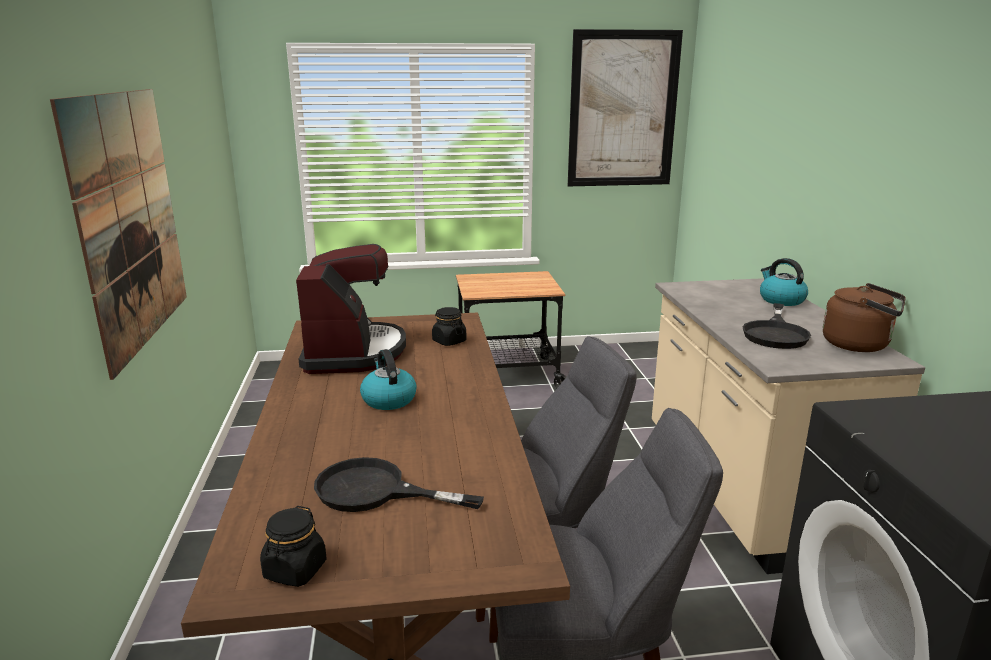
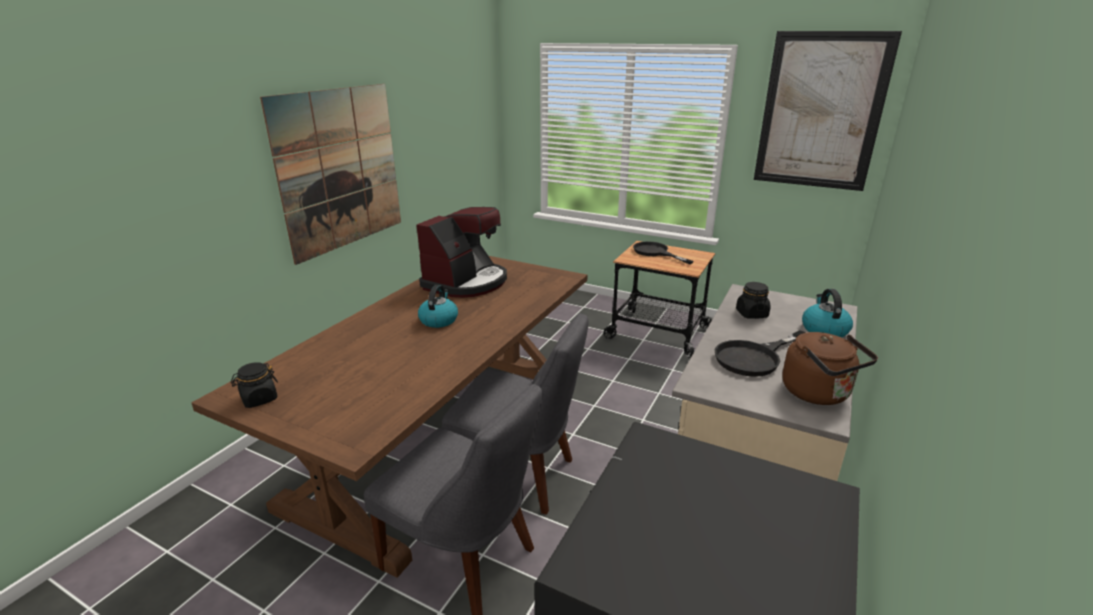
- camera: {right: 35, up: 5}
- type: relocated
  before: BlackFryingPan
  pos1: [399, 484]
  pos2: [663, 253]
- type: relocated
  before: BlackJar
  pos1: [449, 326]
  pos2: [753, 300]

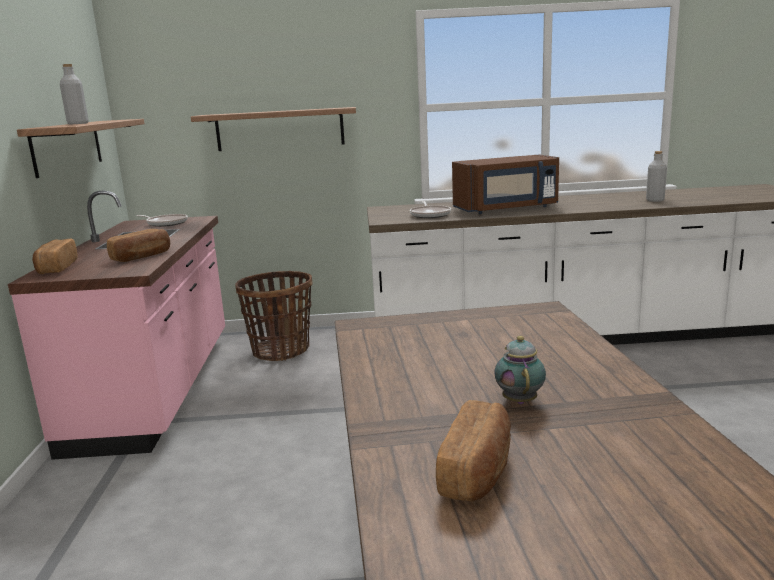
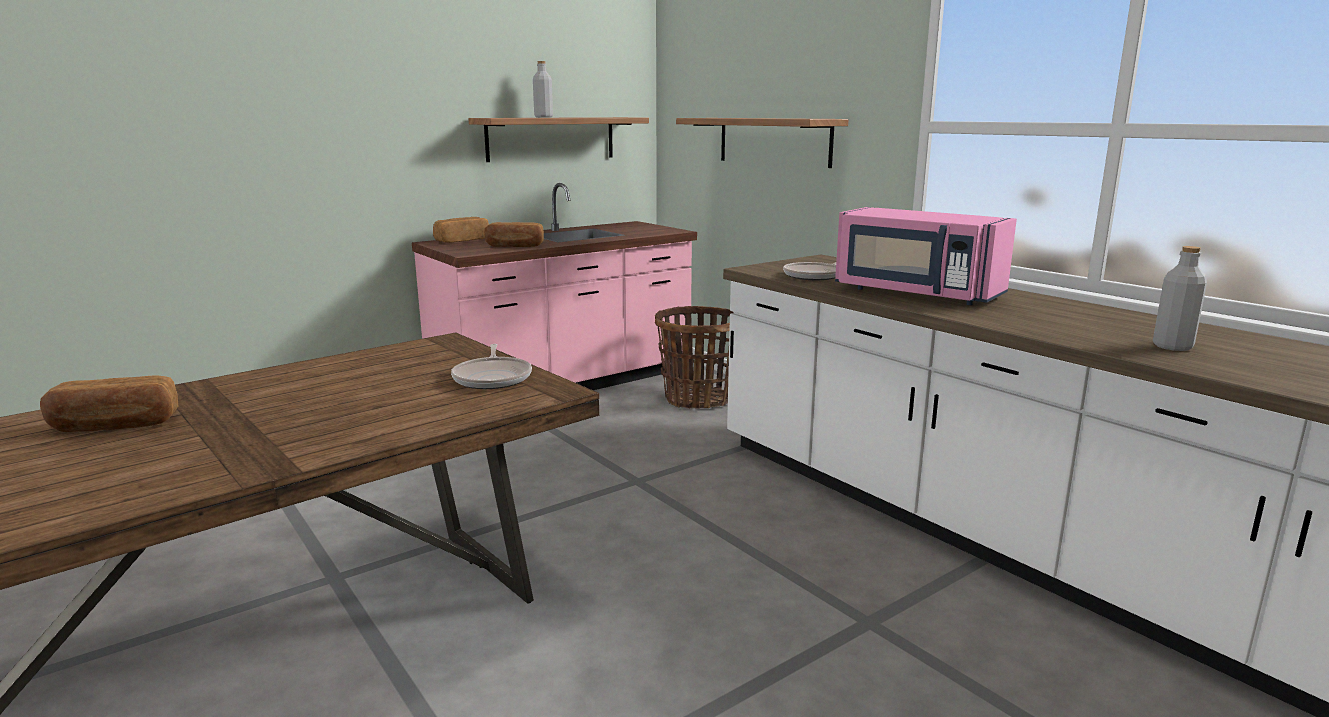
- camera: {right: 55, up: 0}
- type: relocated
  before: FryingPan
  pos1: [162, 220]
  pos2: [491, 366]
- type: colour
  before: BrownMicrowave
  after: PinkMicrowave
  pos1: [505, 184]
  pos2: [926, 256]
- type: missing
  before: Teapot
  pos1: [520, 370]

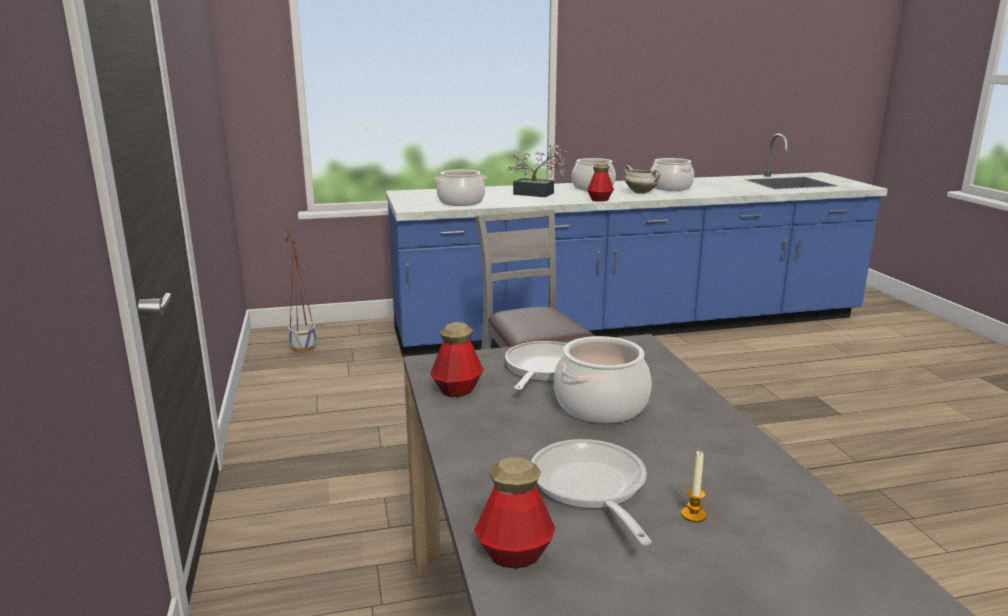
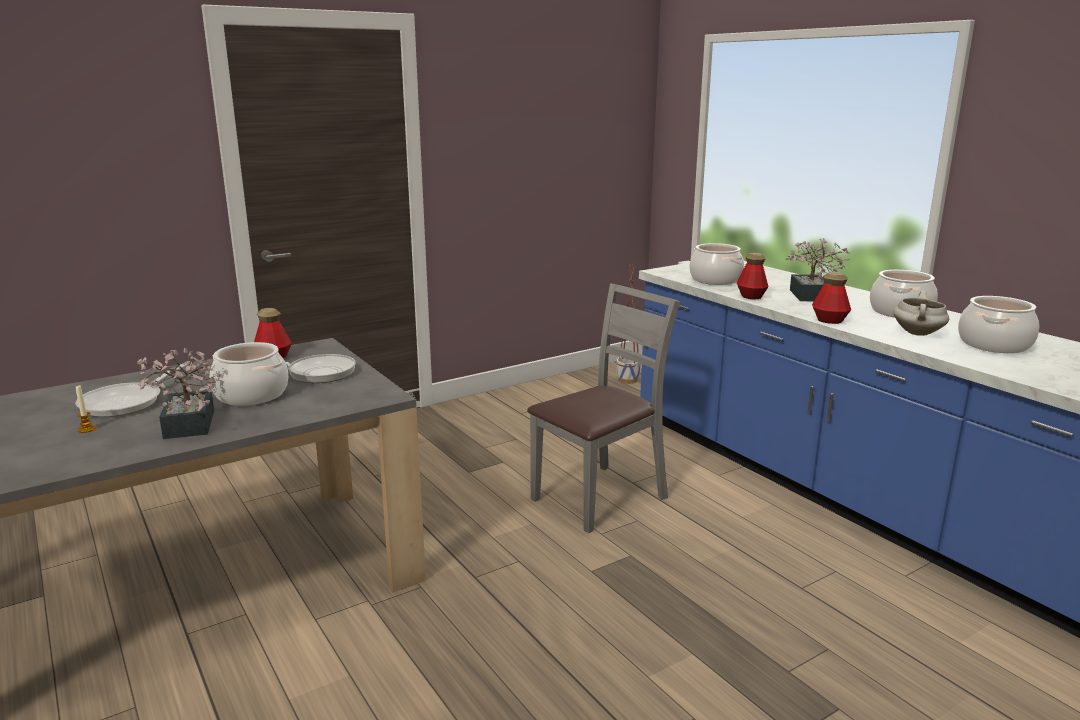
- camera: {right: 70, up: 0}
- type: spun
  before: FryingPan
  pos1: [591, 492]
  pos2: [133, 389]
  turn: 150
- type: appeared
  after: PottedPlant
  pos2: [179, 393]
- type: relocated
  before: Bottle
  pos1: [514, 512]
  pos2: [752, 276]

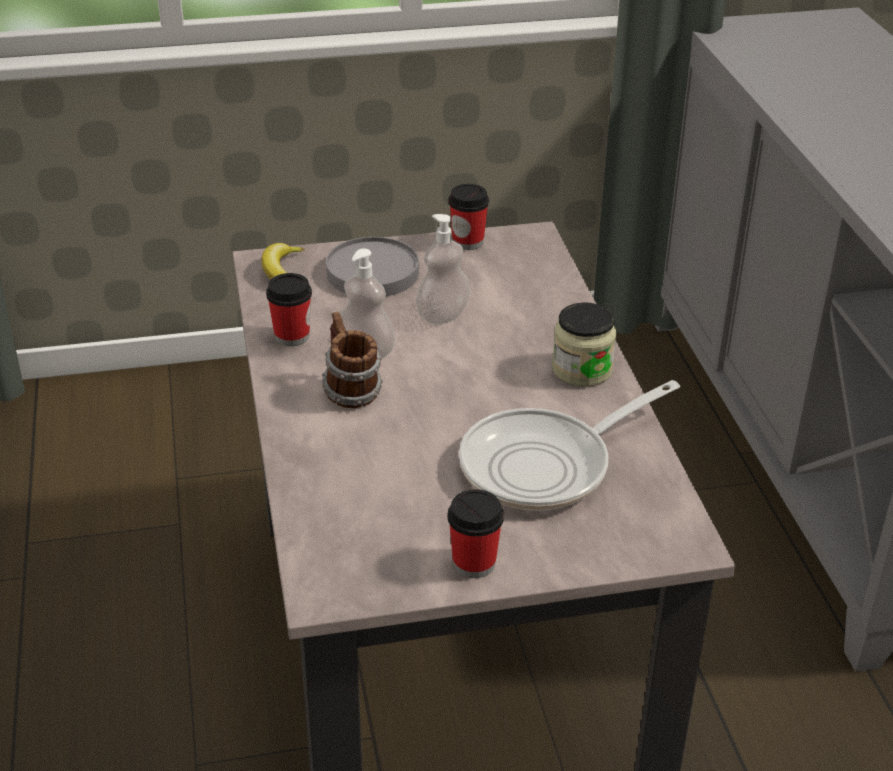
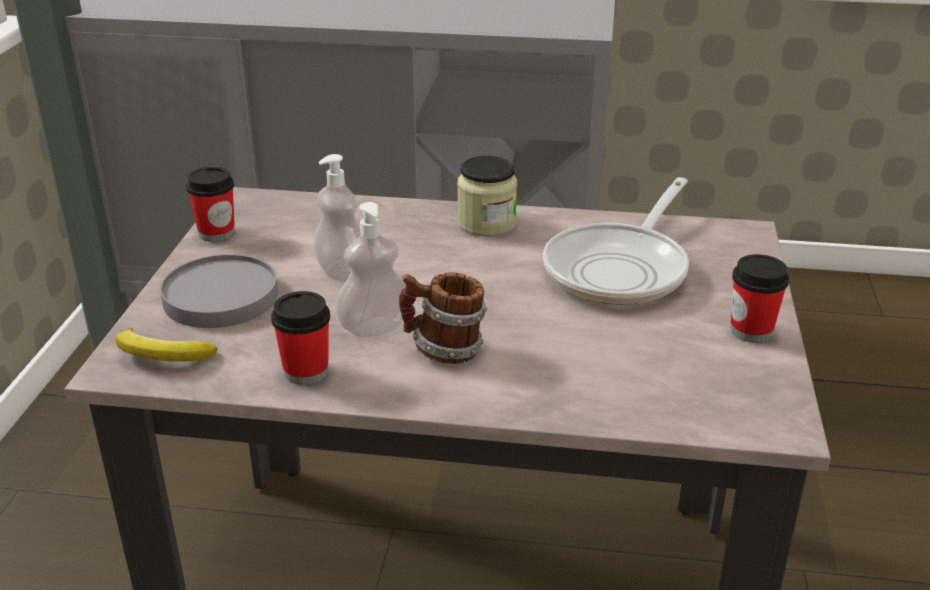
- camera: {right: -70, up: -5}
- type: spun
  before: FryingPan
  pos1: [569, 445]
  pos2: [616, 241]
  turn: 45

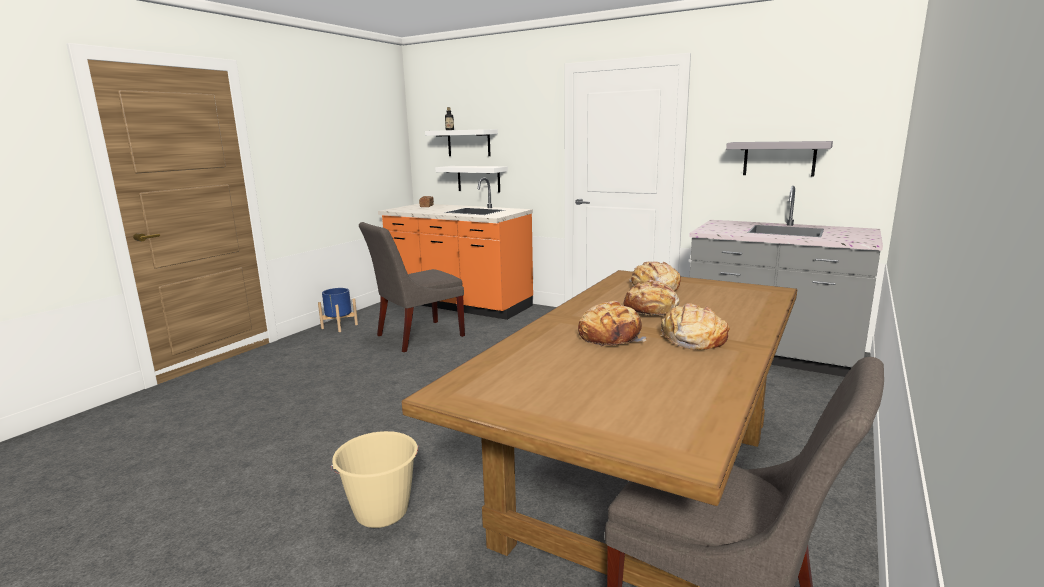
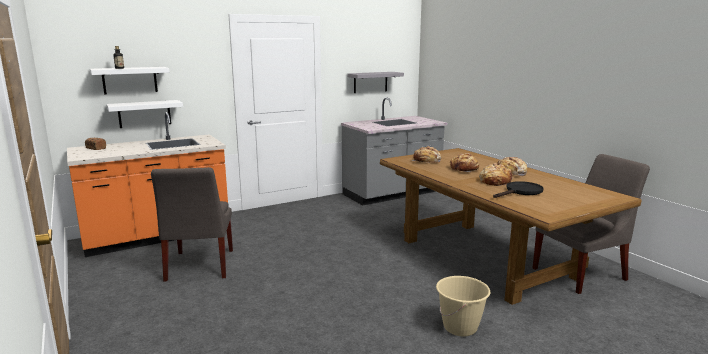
- camera: {right: -60, up: 0}
- type: appeared
  after: BlackFryingPan
  pos2: [518, 189]
- type: missing
  before: BluePlanter
  pos1: [338, 310]

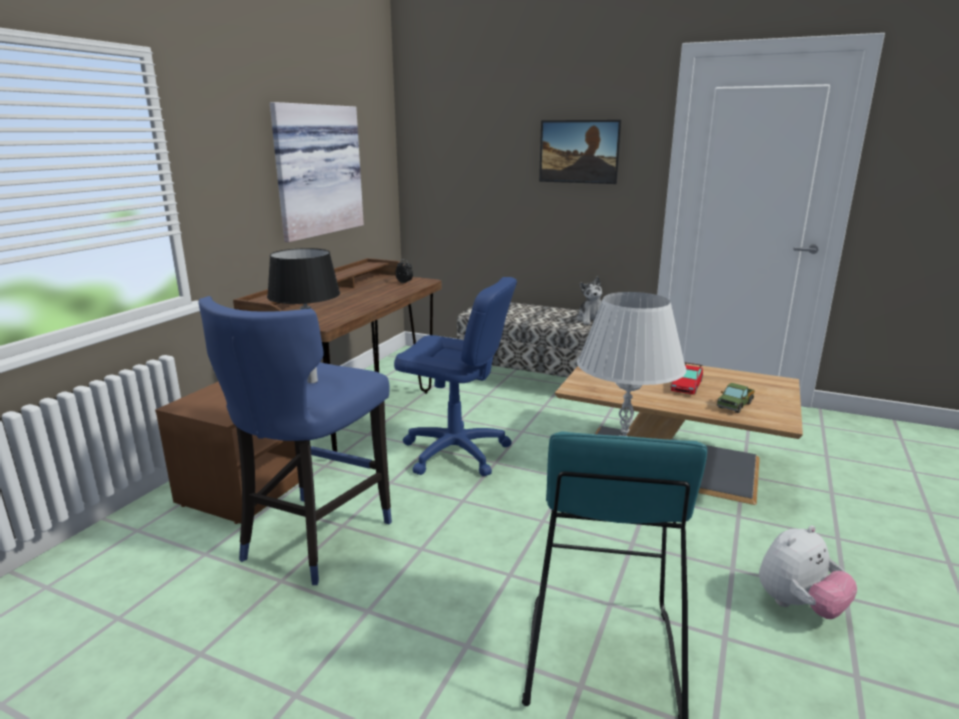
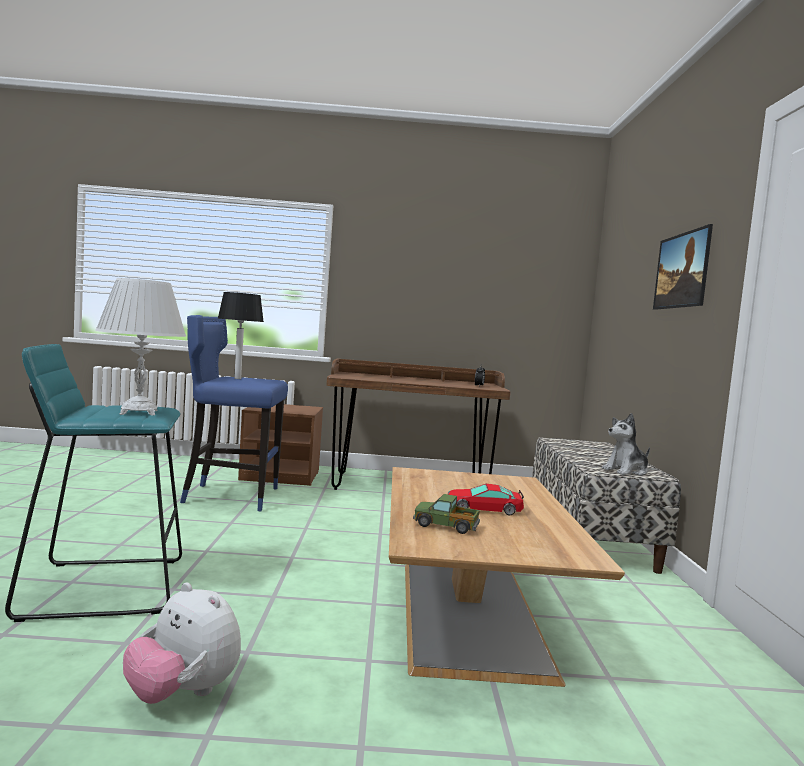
- camera: {right: 65, up: -15}
- type: missing
  before: Picture
  pos1: [317, 172]
- type: missing
  before: BlueOfficeChair
  pos1: [455, 376]

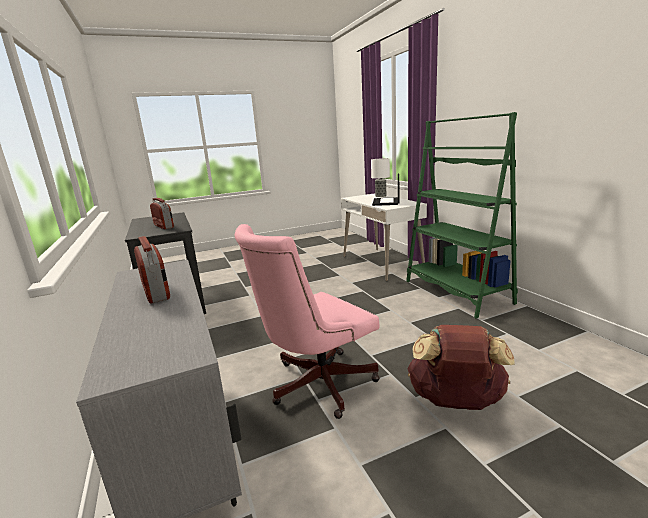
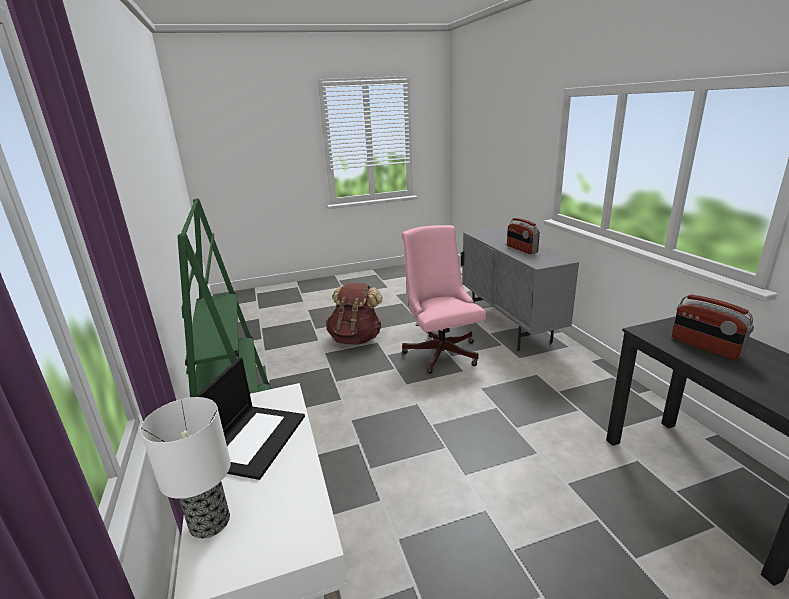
- camera: {right: -175, up: 5}
- type: spun
  before: PinkOfficeChair
  pos1: [307, 321]
  pos2: [444, 299]
  turn: -75

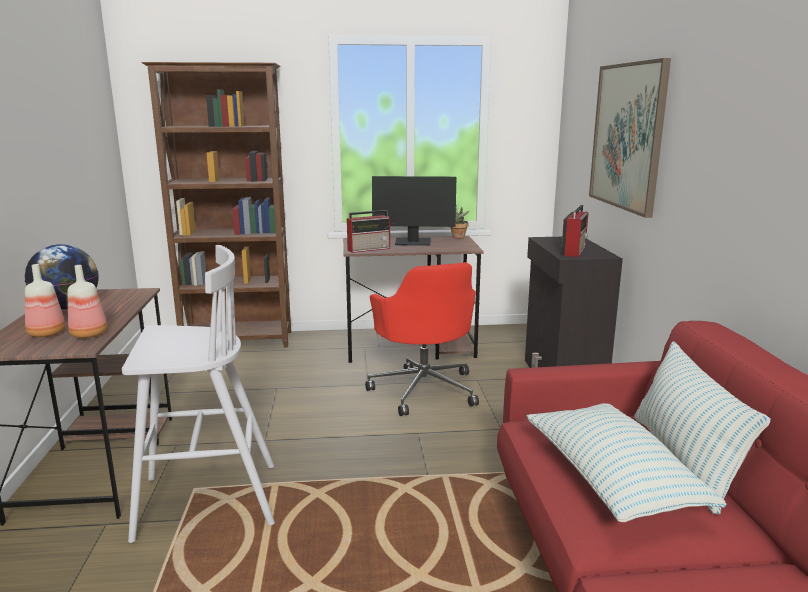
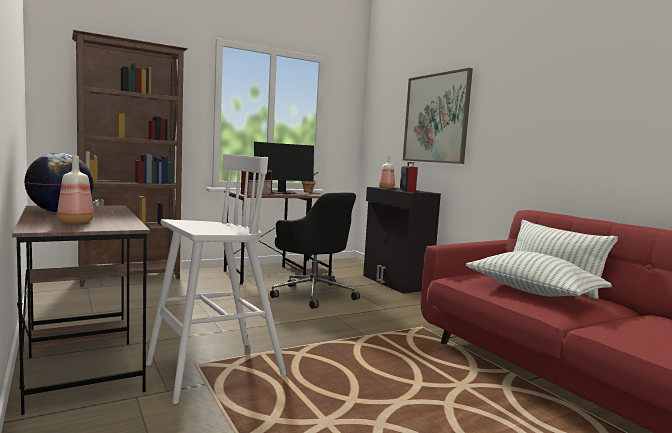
- camera: {right: -25, up: -10}
- type: colour
  before: RedOfficeChair
  after: BlackOfficeChair
  pos1: [422, 339]
  pos2: [315, 251]
- type: relocated
  before: Bottle
  pos1: [87, 301]
  pos2: [387, 172]

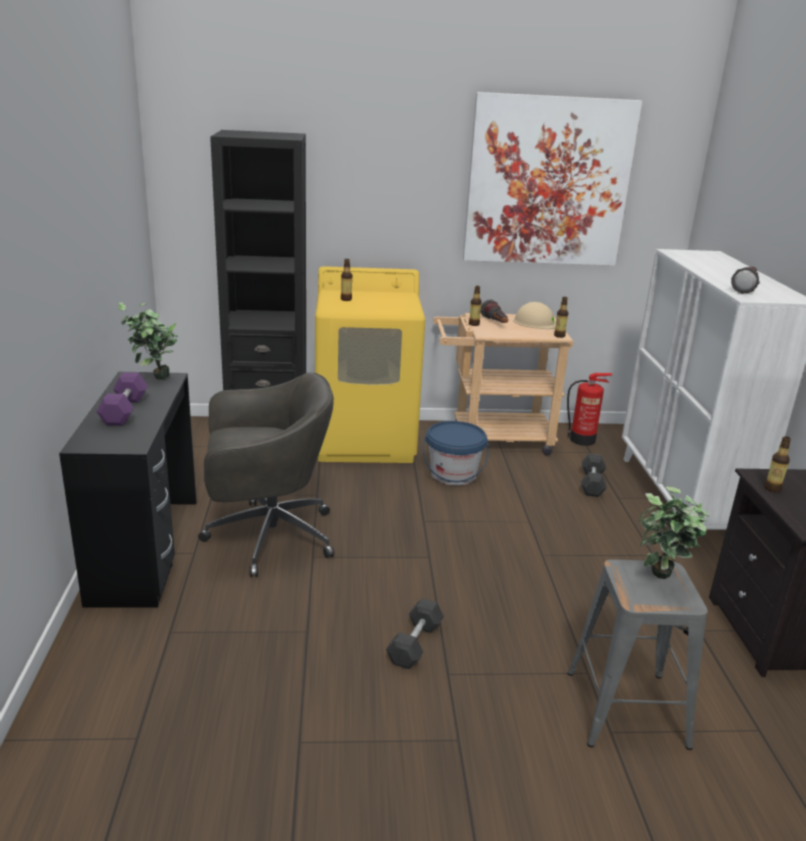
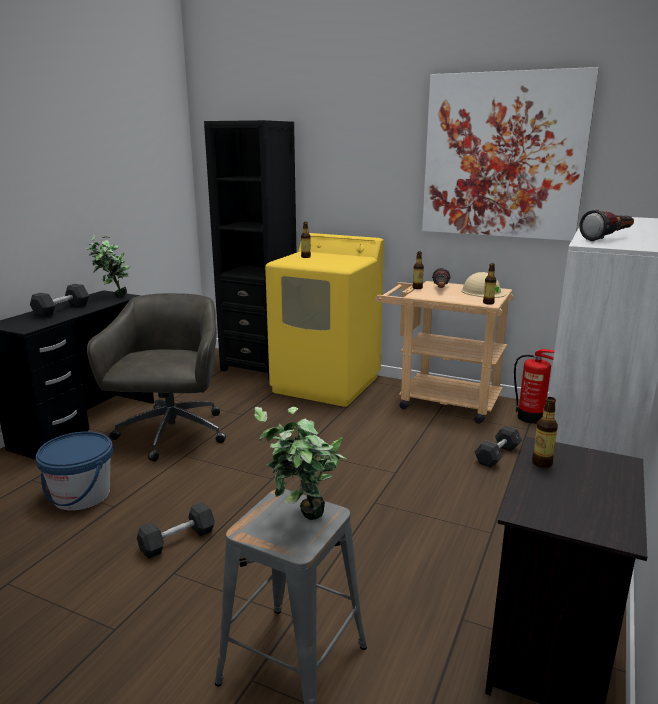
- camera: {right: 30, up: -5}
- type: colour
  before: PurpleDumbbell
  after: GreyDumbbell
  pos1: [122, 399]
  pos2: [59, 301]
- type: relocated
  before: BlueBucket
  pos1: [456, 453]
  pos2: [74, 471]
- type: spun
  before: GreyOfficeChair
  pos1: [266, 474]
  pos2: [156, 377]
  turn: -105

